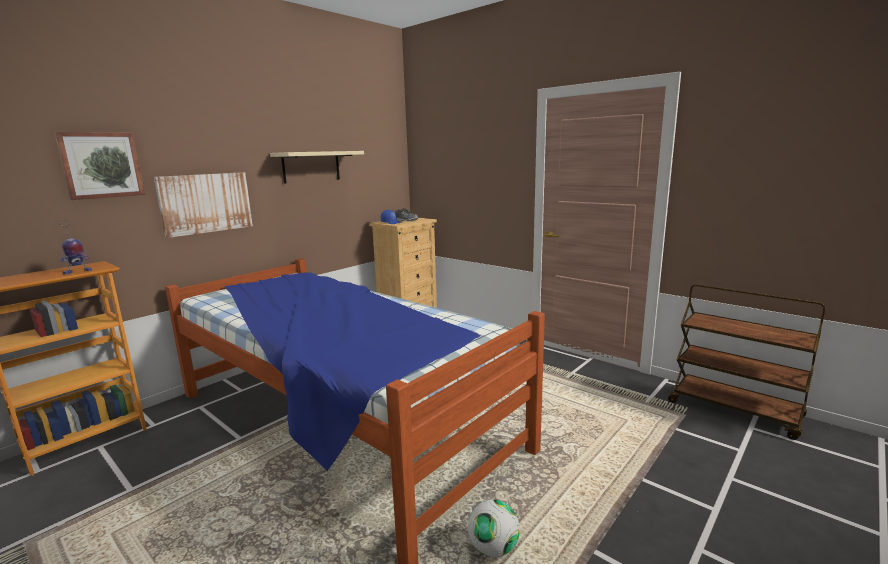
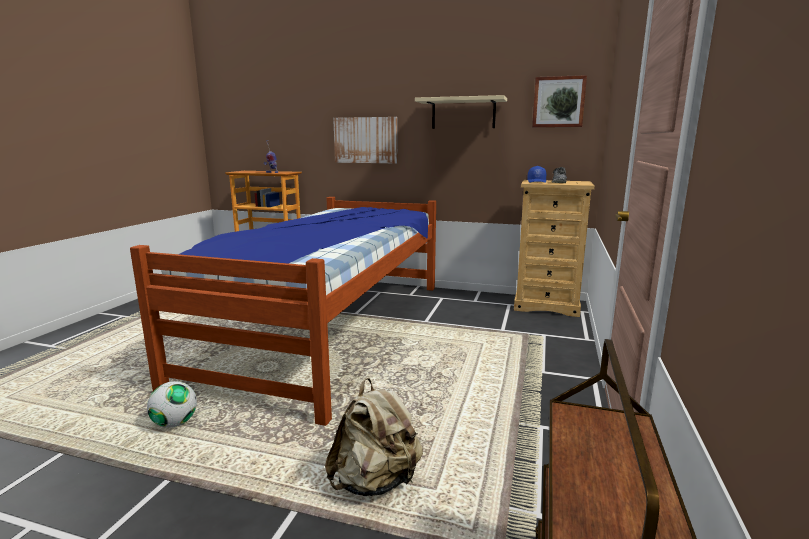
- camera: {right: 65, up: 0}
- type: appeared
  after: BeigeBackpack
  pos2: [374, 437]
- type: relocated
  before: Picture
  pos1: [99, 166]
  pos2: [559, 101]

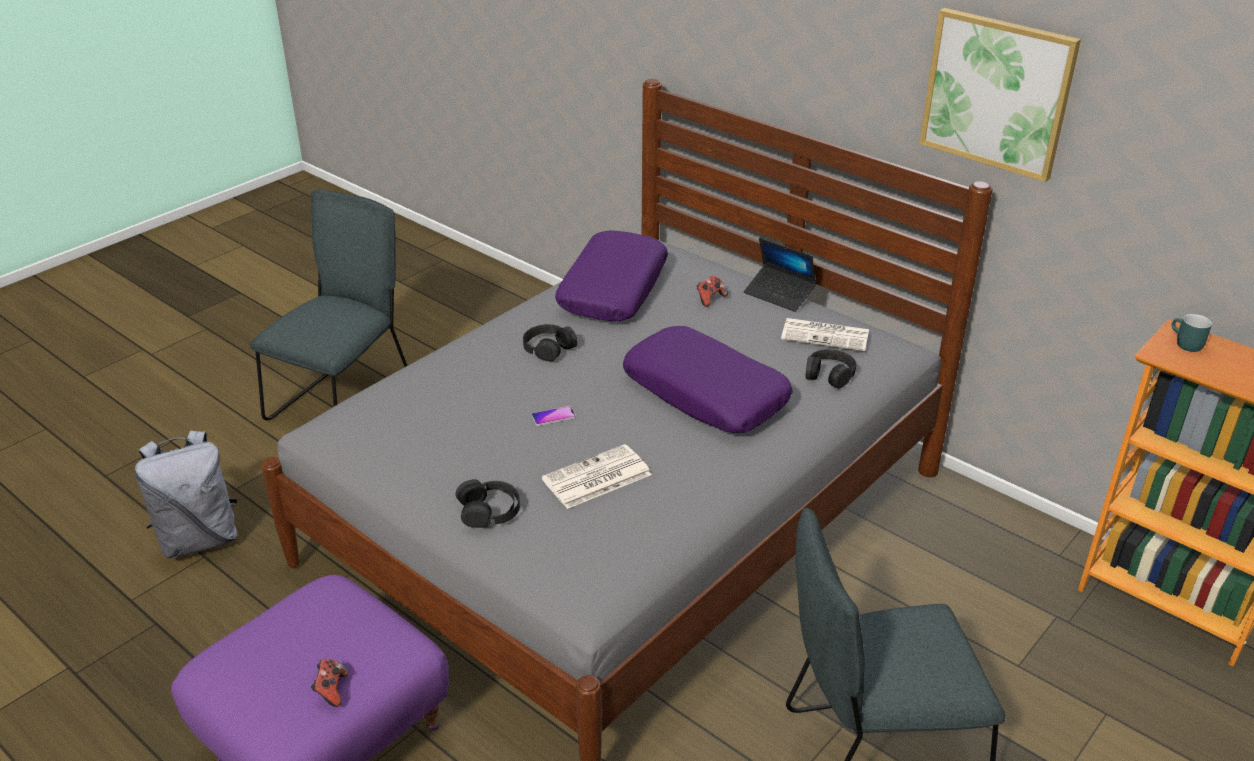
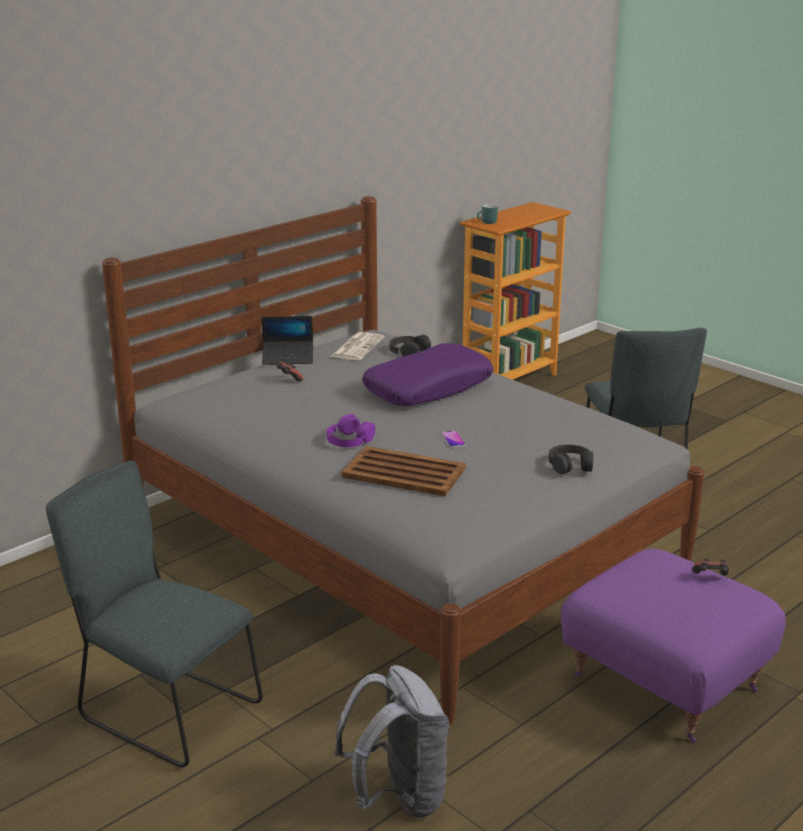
- camera: {right: -85, up: -10}
- type: spun
  before: Laptop
  pos1: [780, 275]
  pos2: [287, 340]
  turn: 45
- type: colour
  before: BlackHeadphones
  after: PurpleHeadphones
  pos1: [550, 342]
  pos2: [351, 430]
- type: appeared
  after: BrownTray
  pos2: [404, 471]
- type: missing
  before: Newspaper
  pos1: [597, 476]
- type: missing
  before: PurplePillow
  pos1: [611, 276]
- type: missing
  before: Picture
  pos1: [1000, 95]

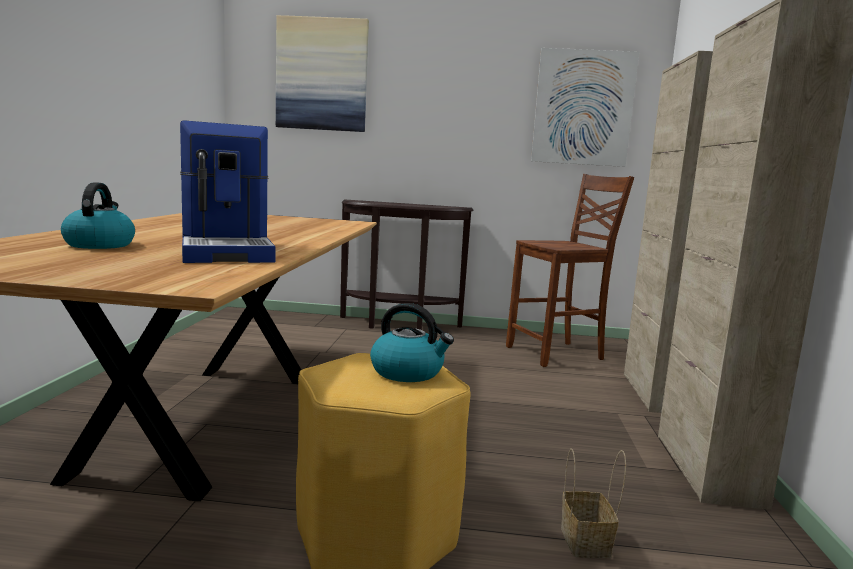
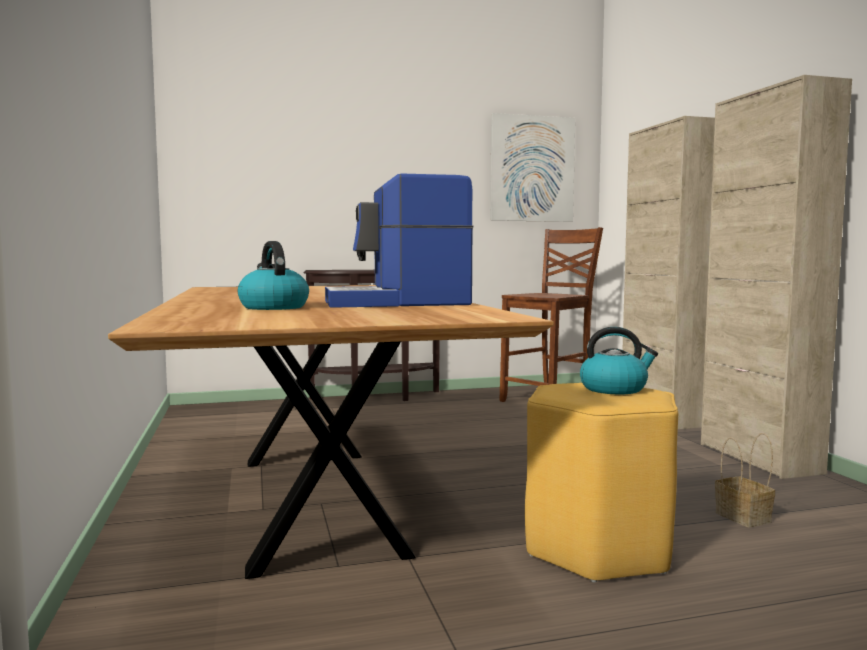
- camera: {right: -20, up: -5}
- type: spun
  before: CoffeeMachine
  pos1: [228, 191]
  pos2: [399, 241]
  turn: 120
- type: missing
  before: Picture
  pos1: [322, 73]

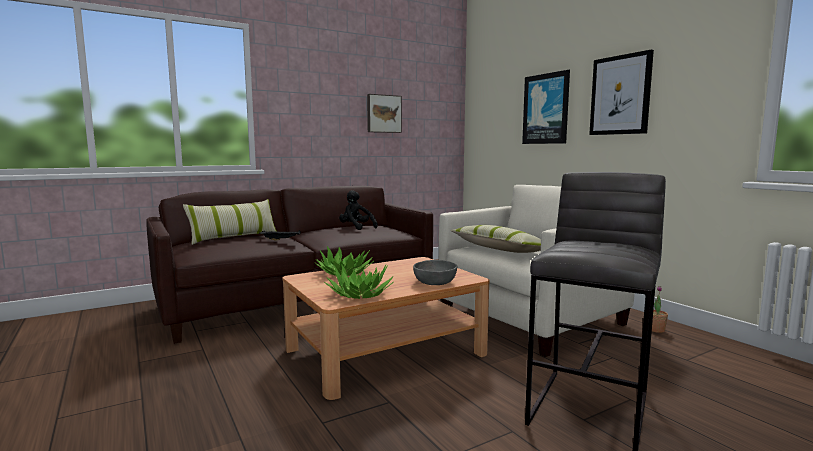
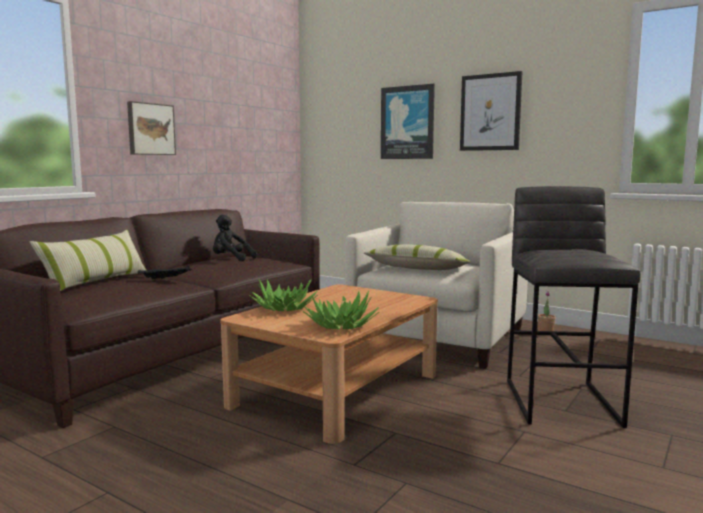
- camera: {right: -25, up: 0}
- type: relocated
  before: Picture
  pos1: [384, 113]
  pos2: [151, 128]
- type: missing
  before: GreyBowl
  pos1: [435, 272]

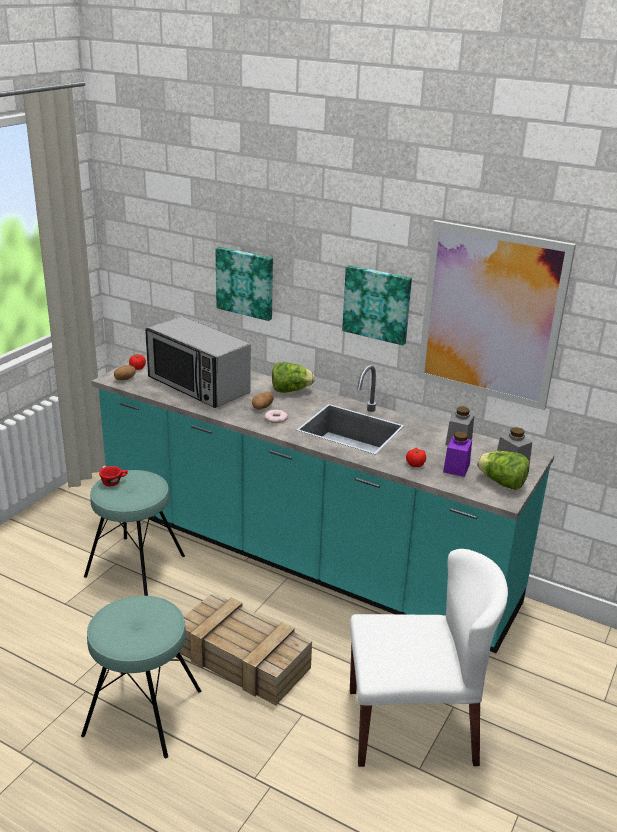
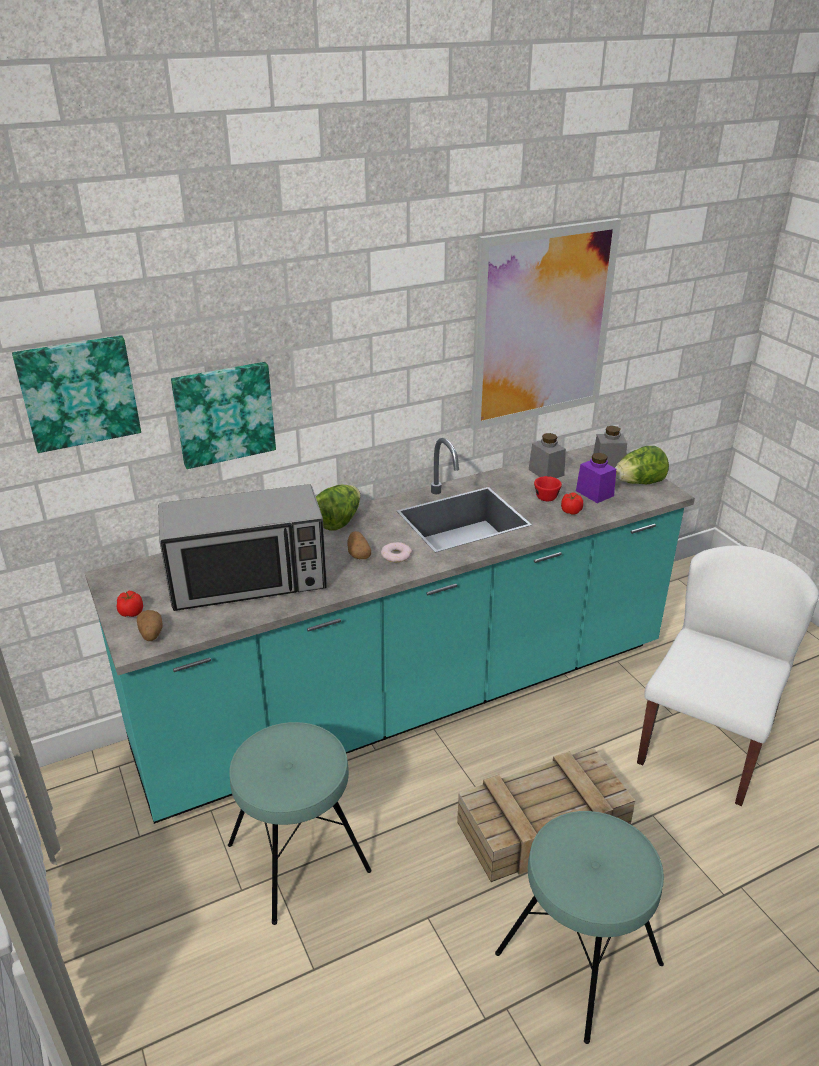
- camera: {right: -55, up: 5}
- type: relocated
  before: Picture
  pos1: [377, 305]
  pos2: [76, 394]
- type: relocated
  before: RedCup
  pos1: [113, 476]
  pos2: [548, 488]

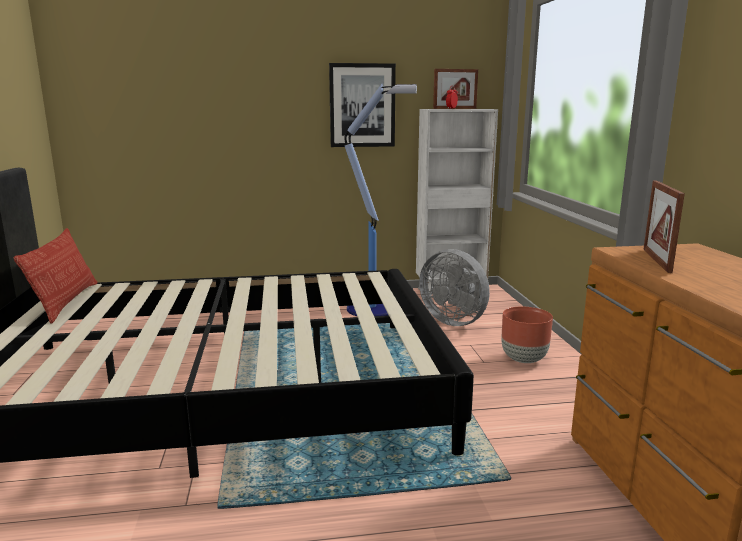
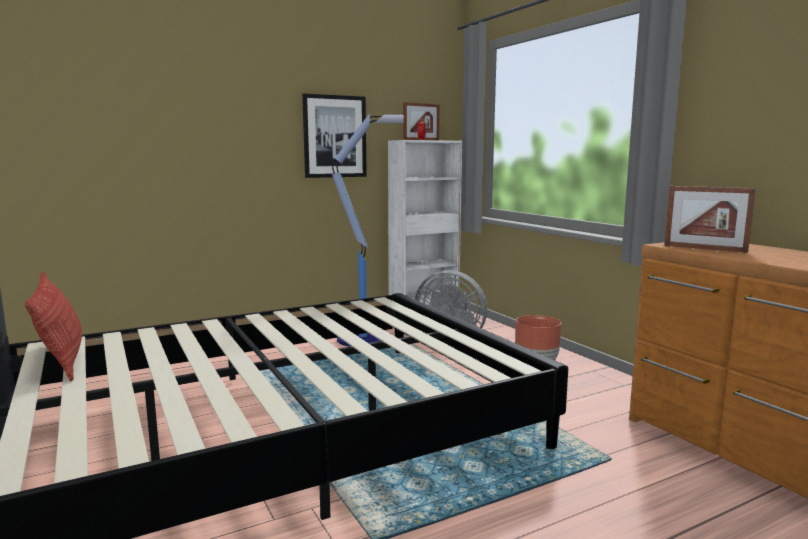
- camera: {right: -20, up: -5}
- type: spun
  before: PictureFrame
  pos1: [664, 227]
  pos2: [710, 219]
  turn: -45

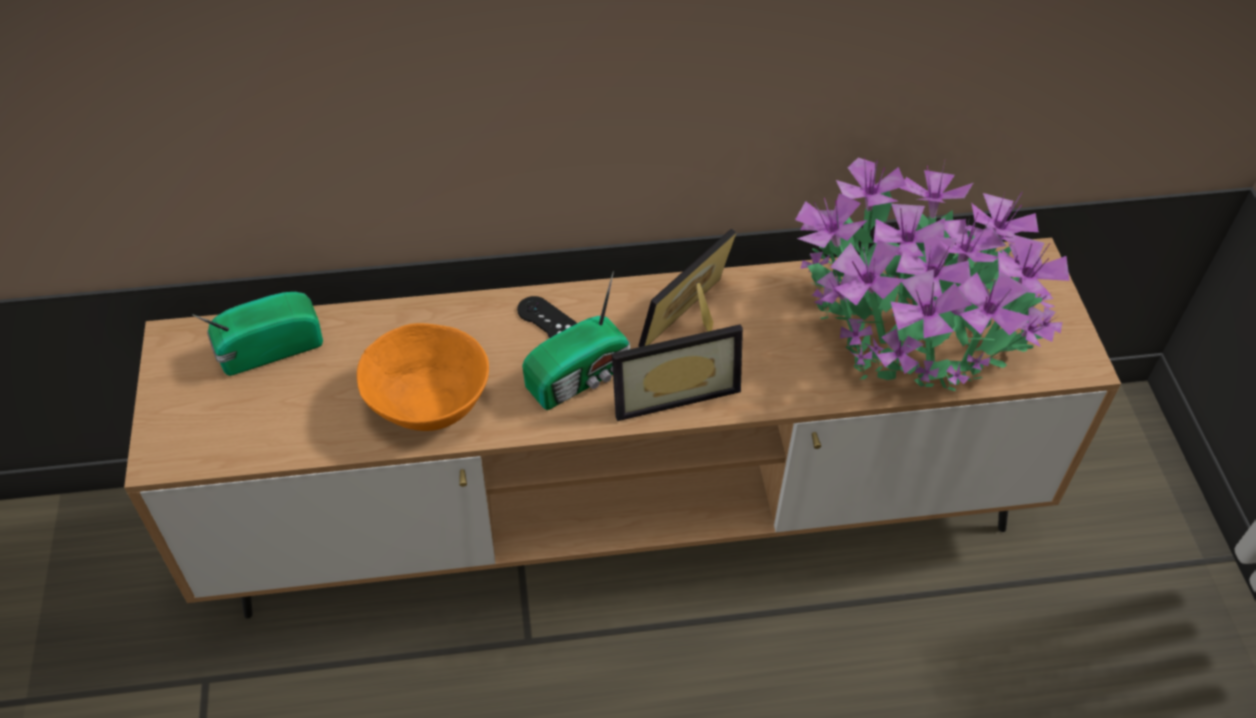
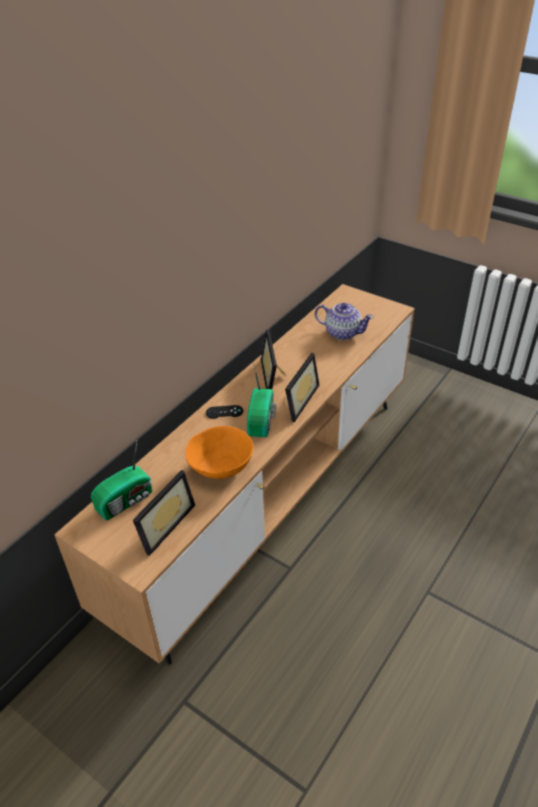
- camera: {right: -45, up: -10}
- type: spun
  before: Radio
  pos1: [257, 334]
  pos2: [121, 480]
  turn: -150
- type: appeared
  after: PictureFrame
  pos2: [164, 513]
- type: exchanged
  before: PottedPlant
  after: Teapot
  pos1: [932, 274]
  pos2: [344, 321]

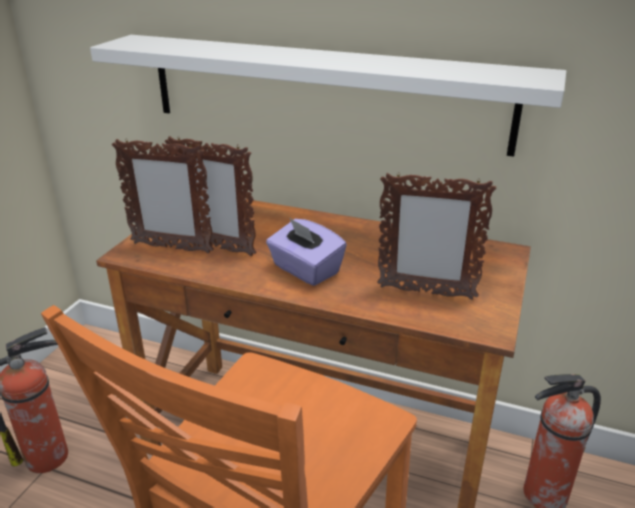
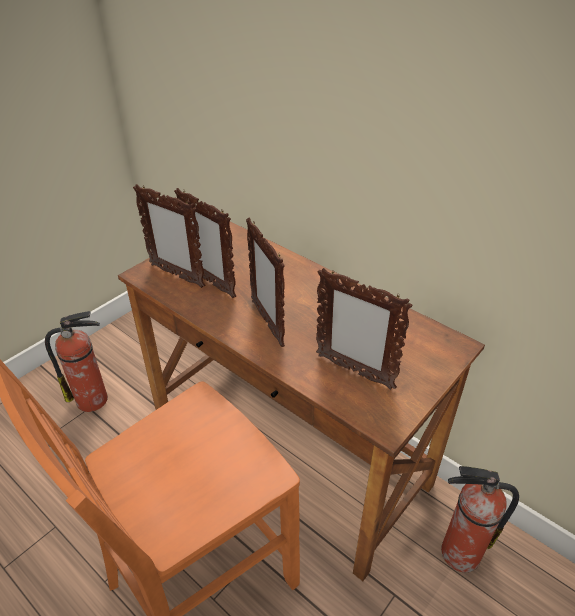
- camera: {right: 20, up: 10}
- type: exchanged
  before: PurpleTissueBox
  after: PictureFrame
  pos1: [306, 251]
  pos2: [265, 282]
- type: missing
  before: WhiteShelf
  pos1: [328, 96]

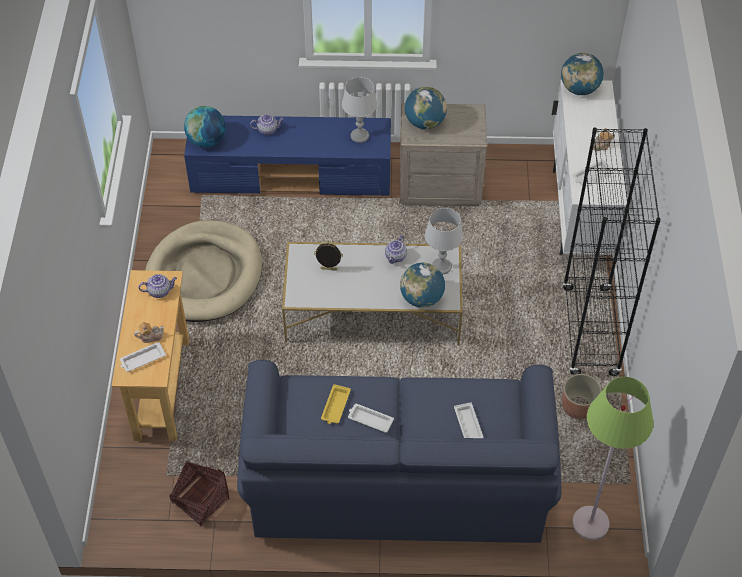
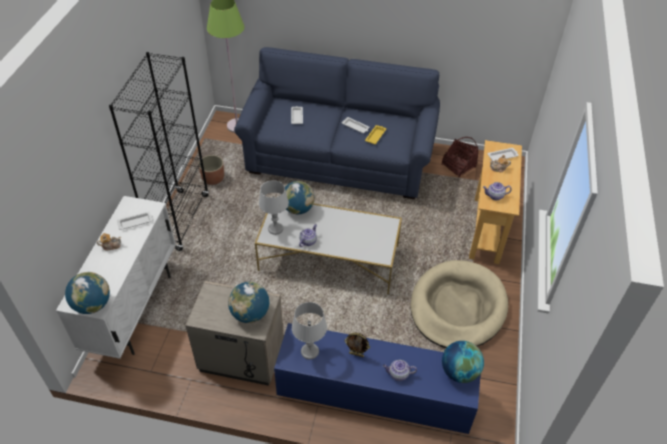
- camera: {right: -170, up: -5}
- type: relocated
  before: PictureFrame
  pos1: [328, 256]
  pos2: [357, 344]

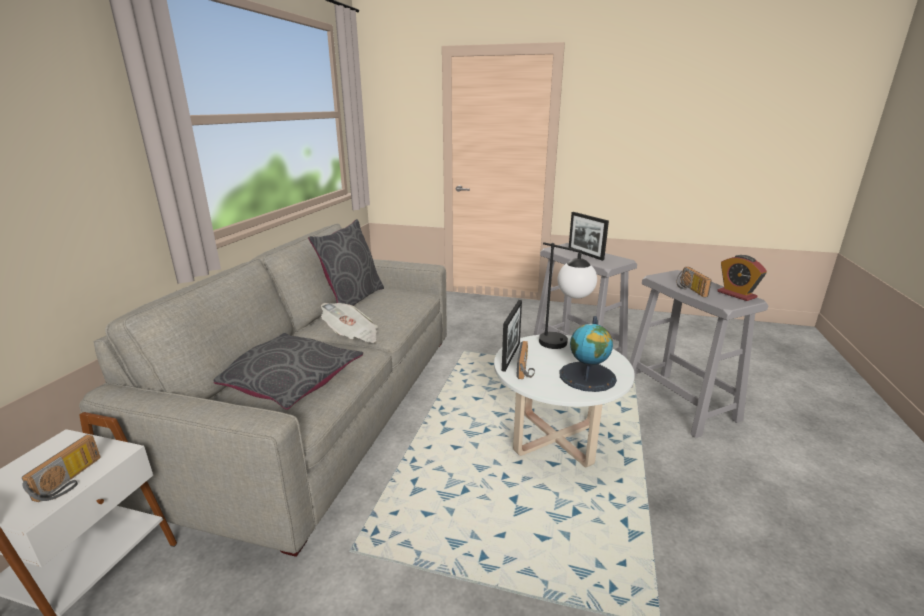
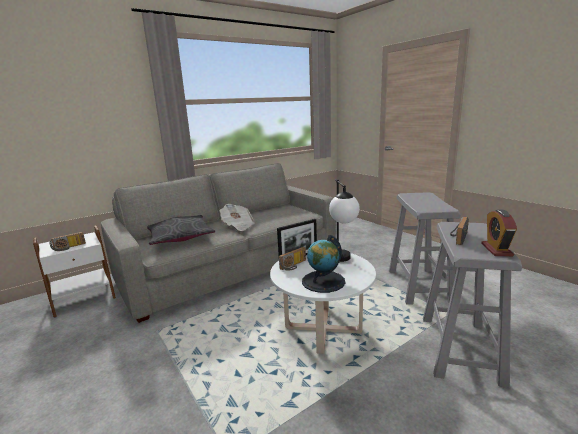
- camera: {right: 40, up: -5}
- type: missing
  before: GreyPillow
  pos1: [346, 262]
- type: missing
  before: PictureFrame
  pos1: [589, 236]

